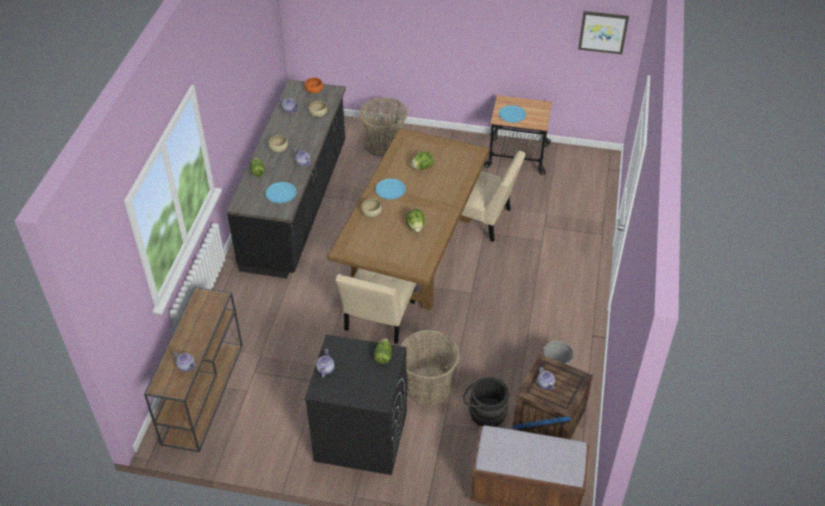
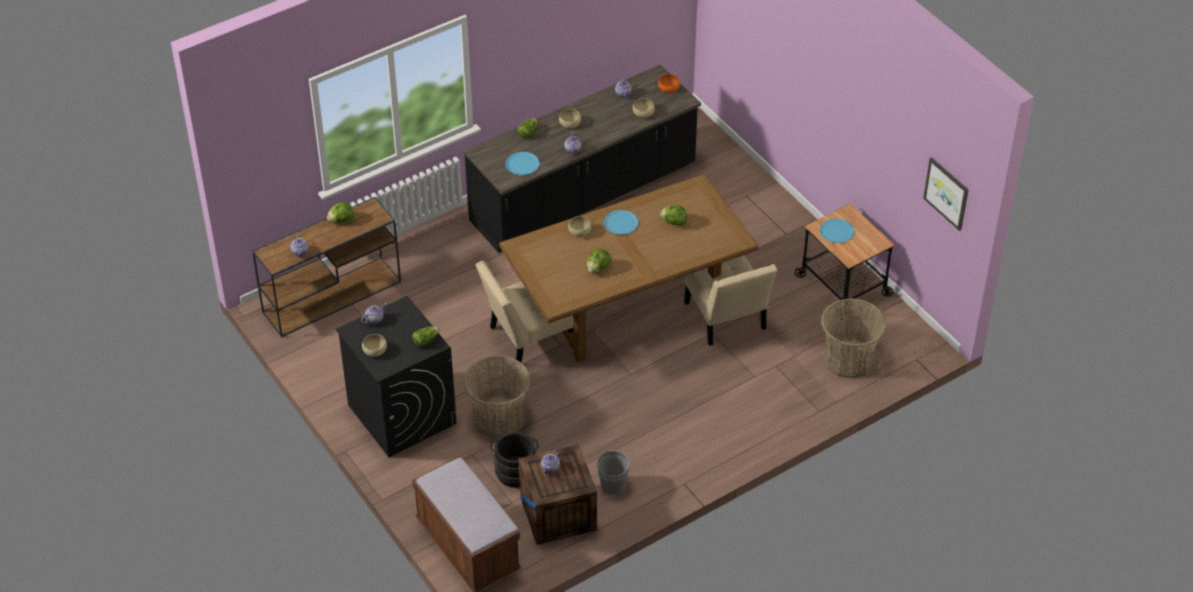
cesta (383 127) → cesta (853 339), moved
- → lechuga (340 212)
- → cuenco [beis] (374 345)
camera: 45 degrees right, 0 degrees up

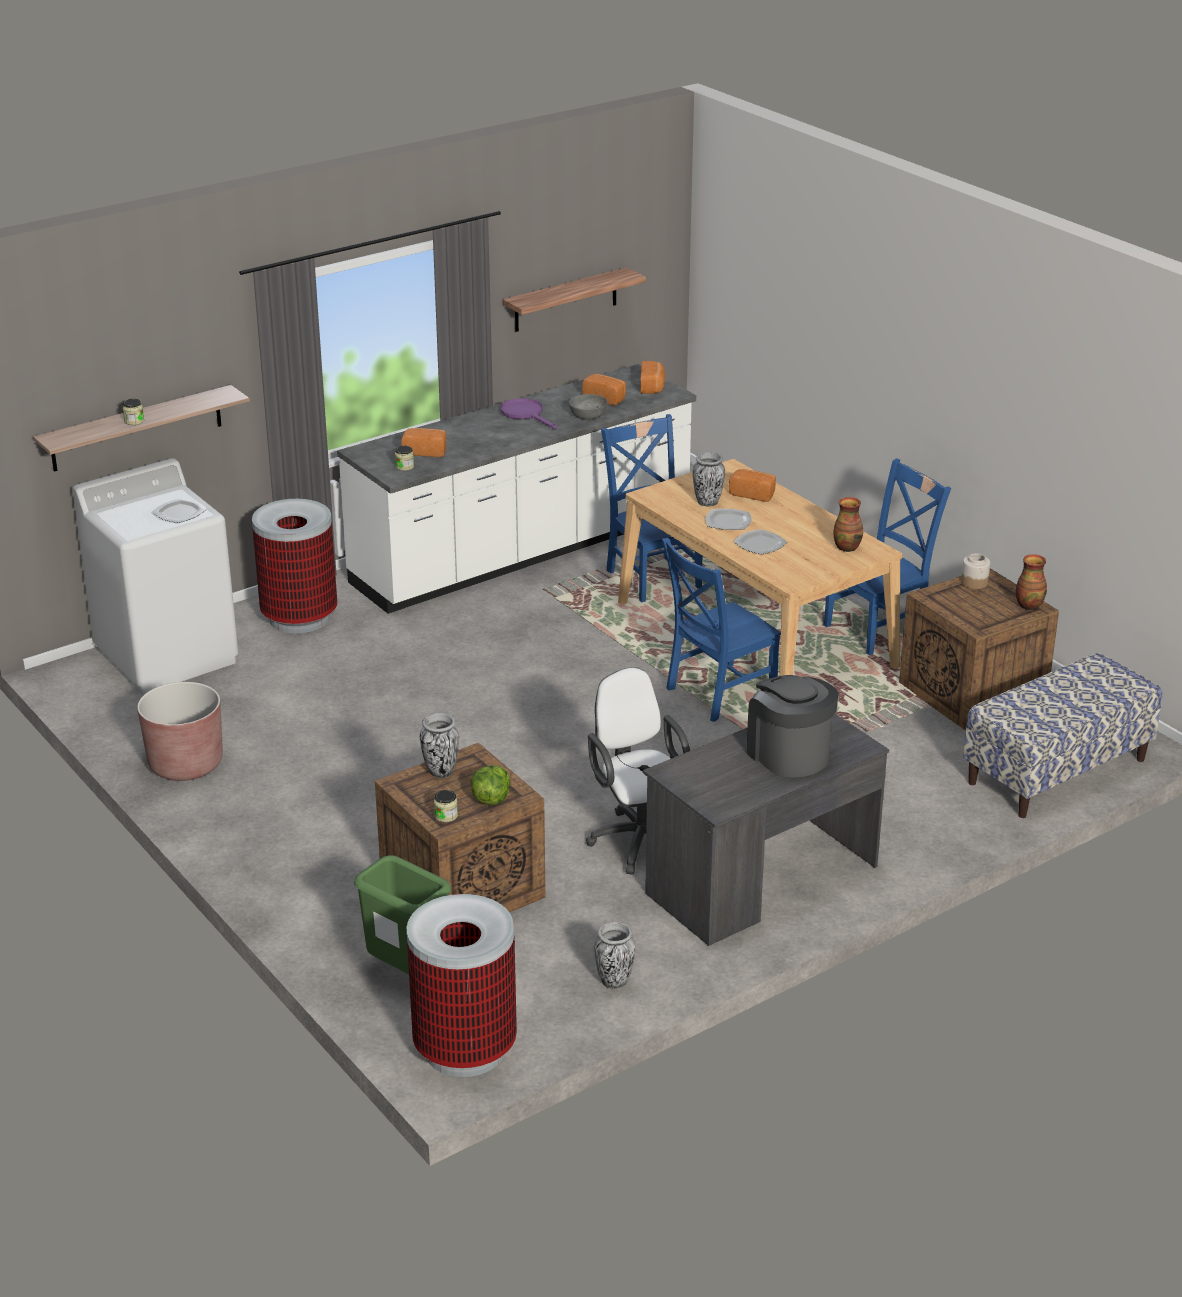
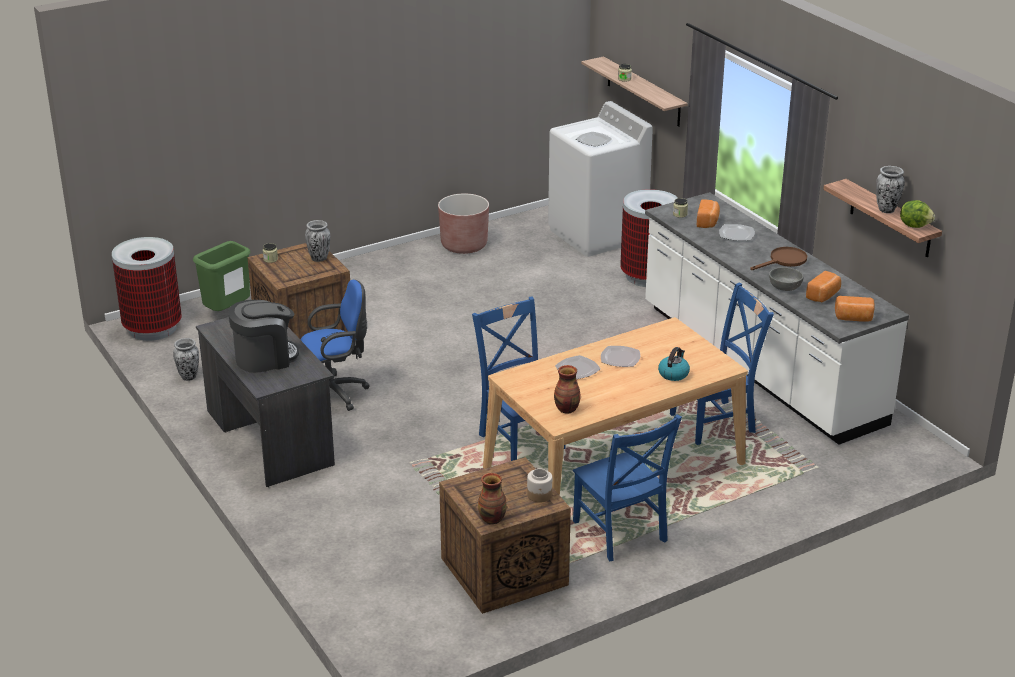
lechuga (491 785) → lechuga (917 214), moved
sartén [morado] (528 413) → sartén [marrón] (778 258)
silla de oficina [blanco] (638 771) → silla de oficina [azul] (335 345)
florero (709 479) → florero (890 189), moved
pan (752 485) → hervidor (674 364)
banco (1062 735) → -
- → plato (737 232)
camera: 95 degrees right, 0 degrees up

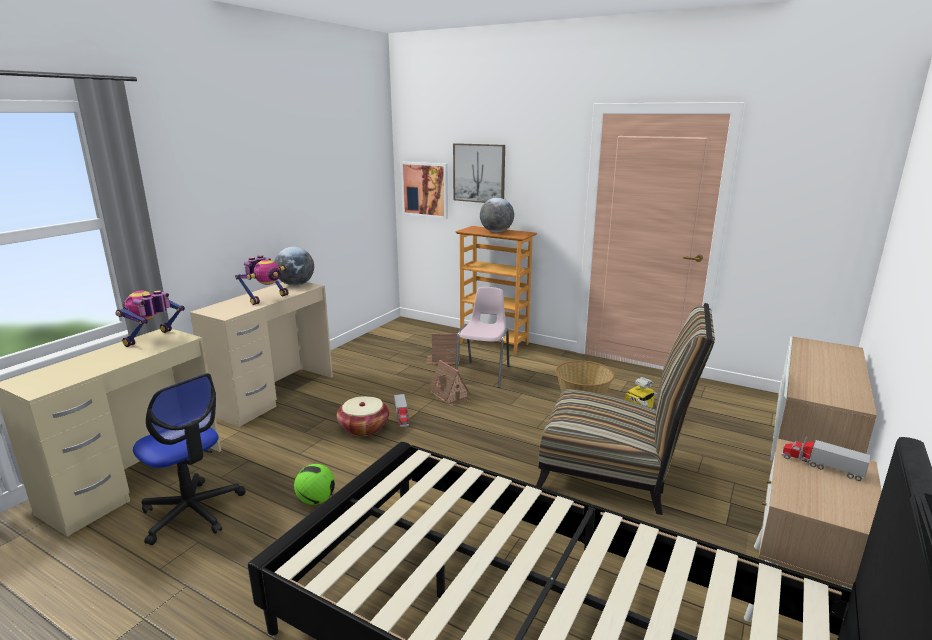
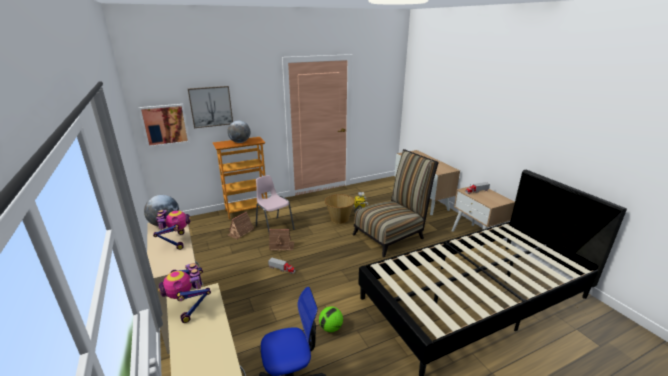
cesta (363 416) → -
camera: 55 degrees left, 5 degrees up

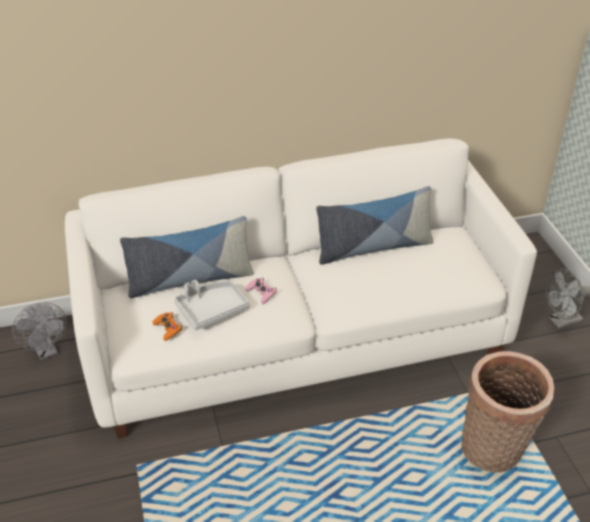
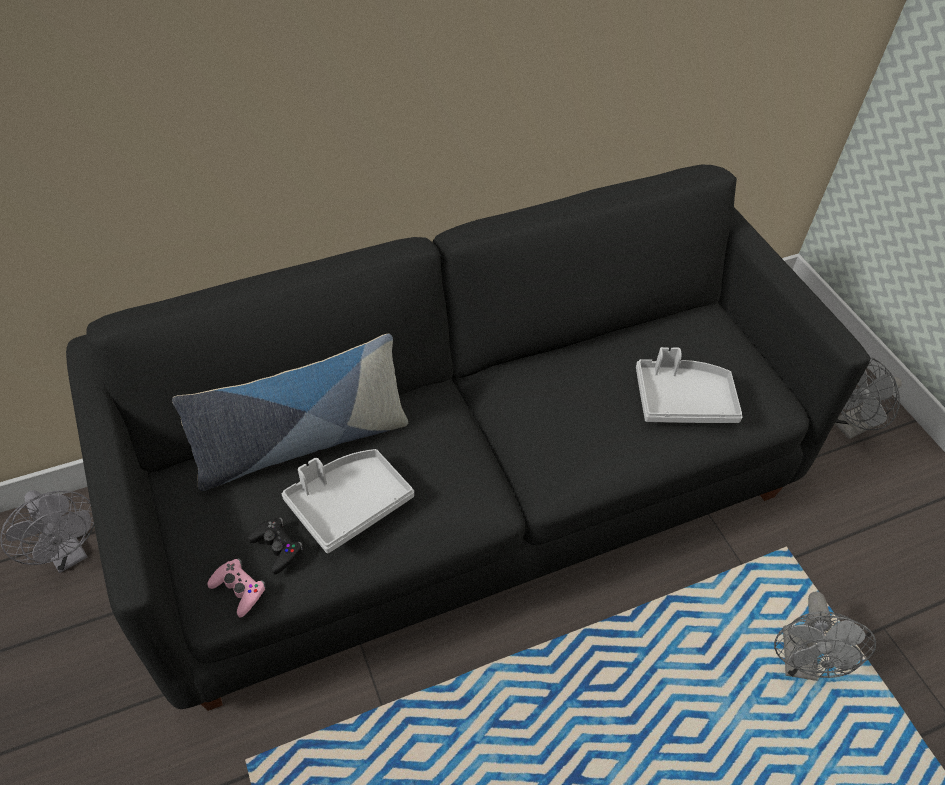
sofá [blanco] (301 288) → sofá [negro] (468 438)
mando de consola [naranja] (167 326) → mando de consola [negro] (275 546)
mando de consola [rosa] (261 291) → mando de consola [rosa] (236 587), moved
cojín (374 225) → -
cesta (508 412) → ventilador [gris] (825 636)
- → bandeja [gris] (689 385)
camera: 10 degrees left, 10 degrees up

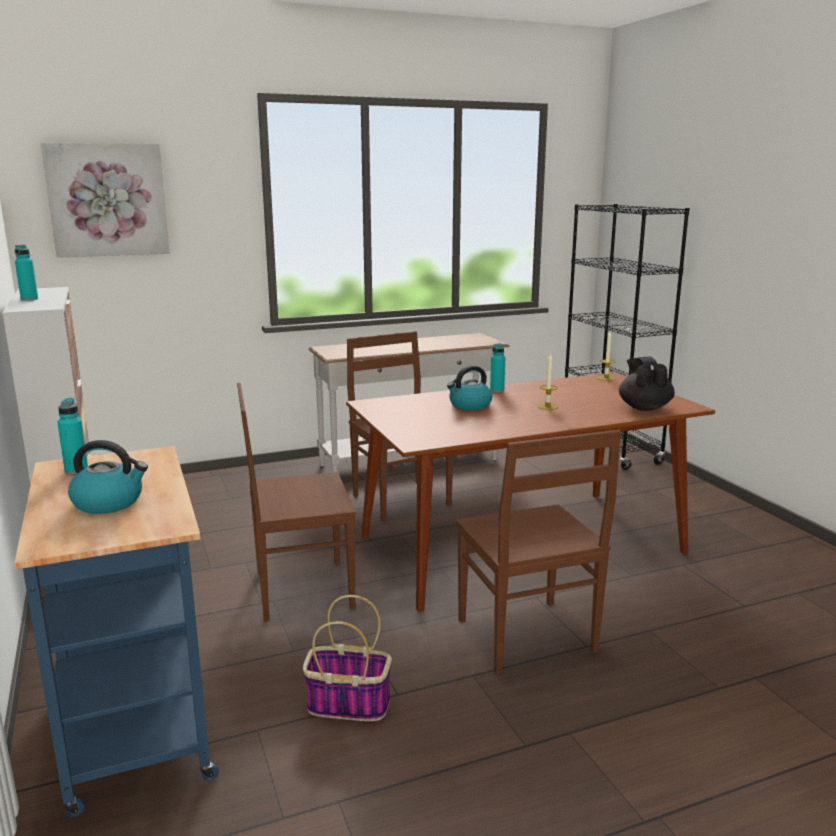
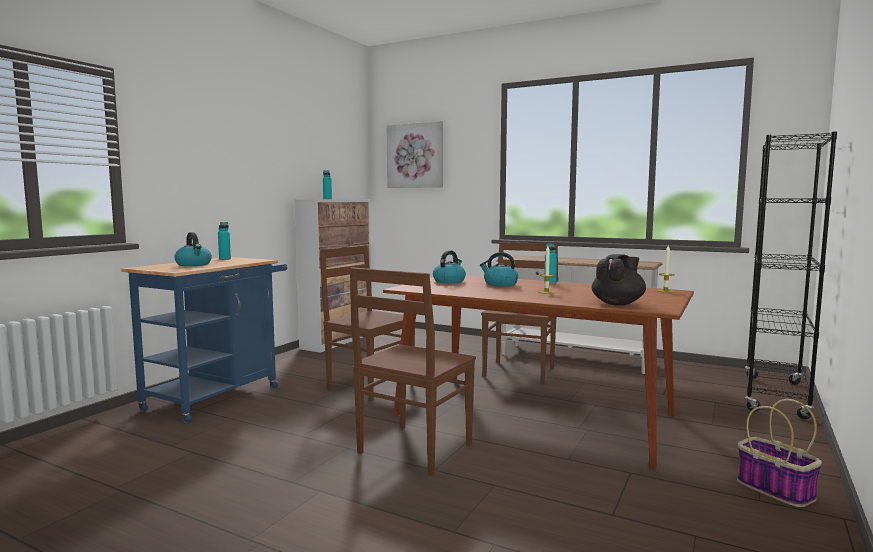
cesta (347 658) → cesta (779 453), moved
- → hervidor (449 267)
camera: 50 degrees right, 10 degrees down

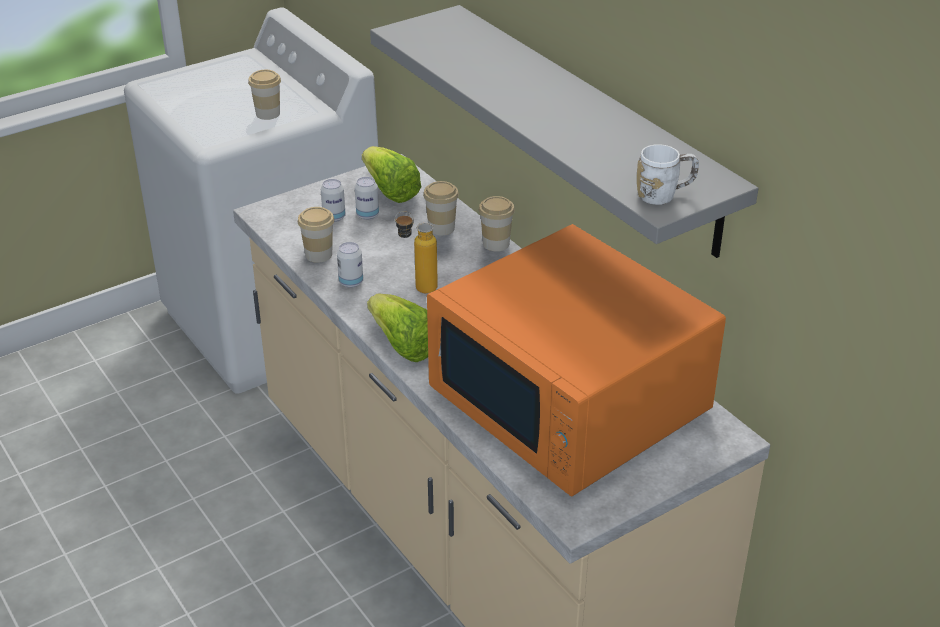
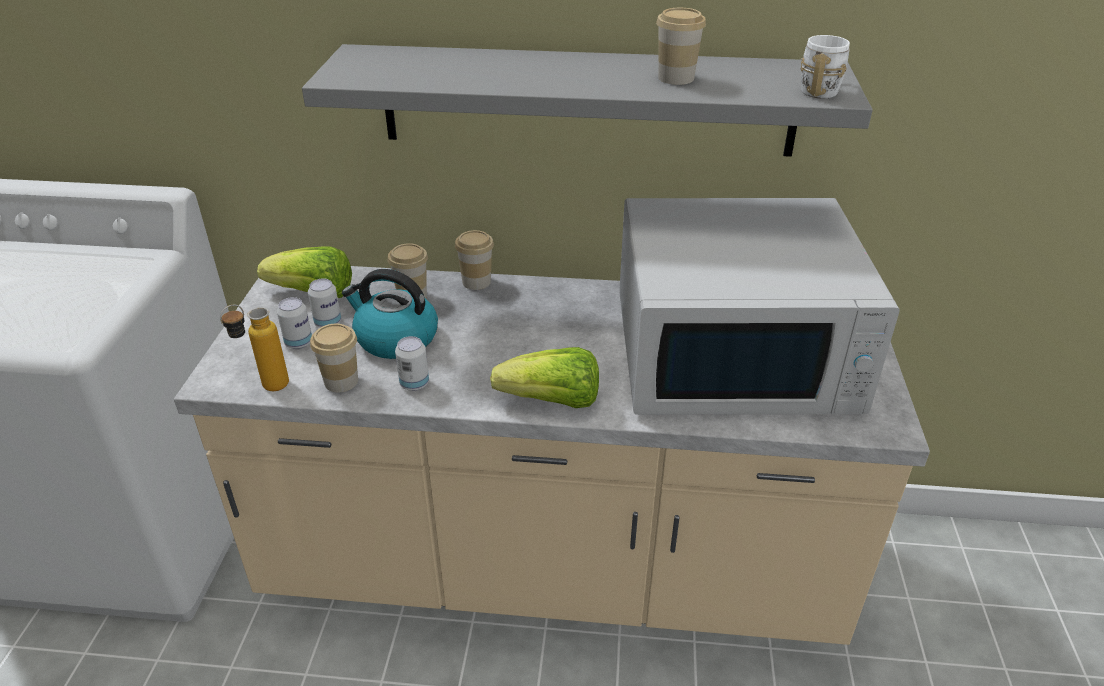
taza (264 95) → taza (681 46), moved
botella (416 252) → botella (254 347), moved
microondas [naranja] (576 360) → microondas [blanco] (759 306)
- → hervidor (390 314)
camera: 50 degrees left, 0 degrees up

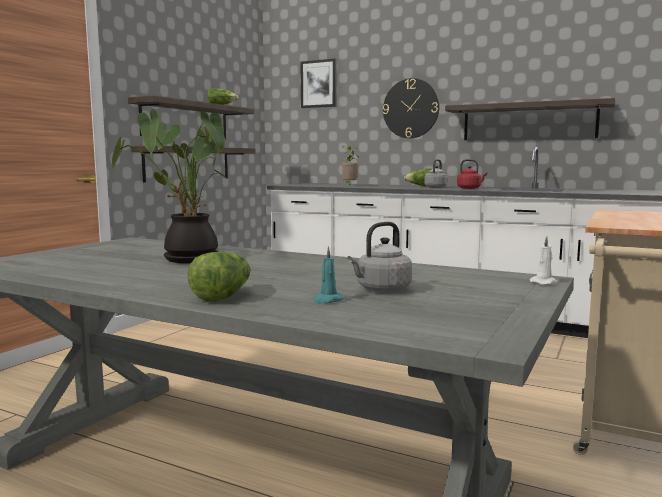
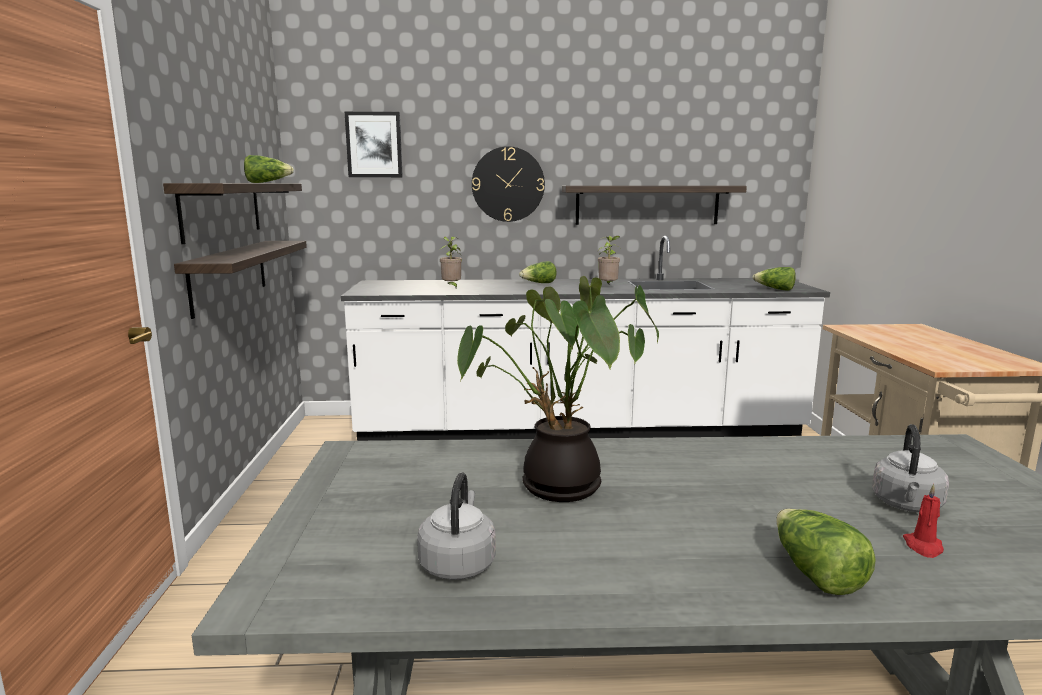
vela [turquesa] (328 275) → vela [rojo] (923 521)
hervidor [gris] (436 173) → hervidor [gris] (456 526), moved
hervidor [rojo] (472 174) → planta en maceta (609 260)
vela [blanco] (544 260) → -
- → lechuga (774 279)
camera: 30 degrees left, 5 degrees up

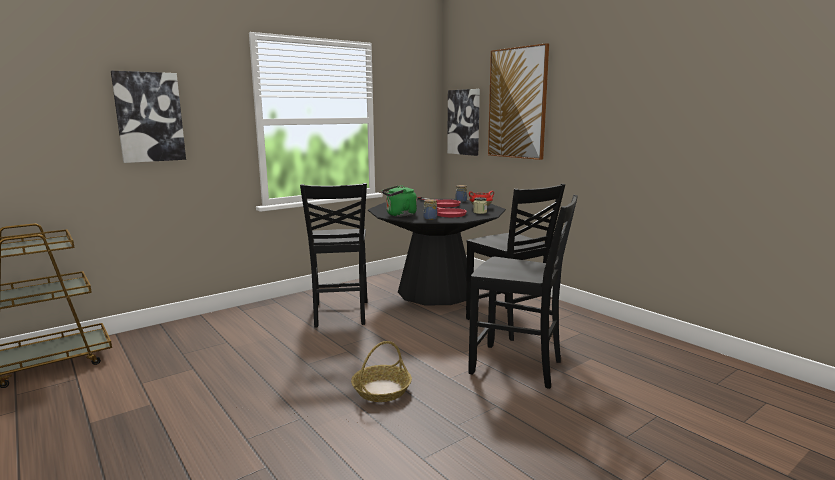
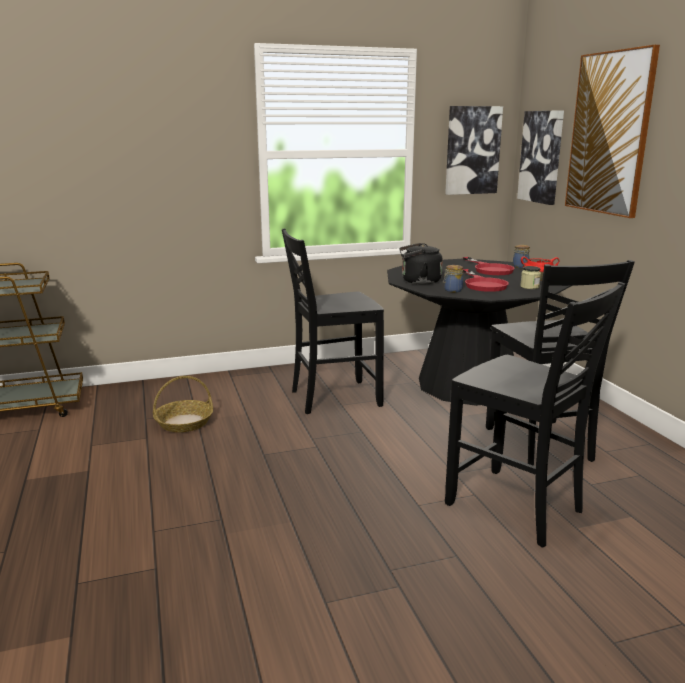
cuadro (148 117) → cuadro (474 150), moved
silla [negro] (333 255) → silla [negro] (333 321), 60 degrees clockwise
cesta (381 371) → cesta (183 404), moved
hervidor [verde] (399 201) → hervidor [negro] (421 264)
camera: 20 degrees right, 5 degrees up

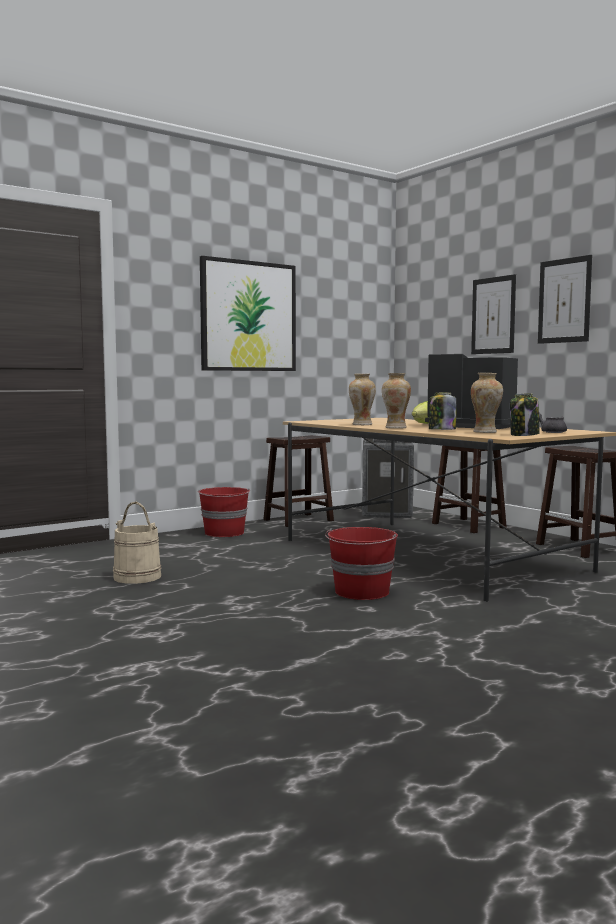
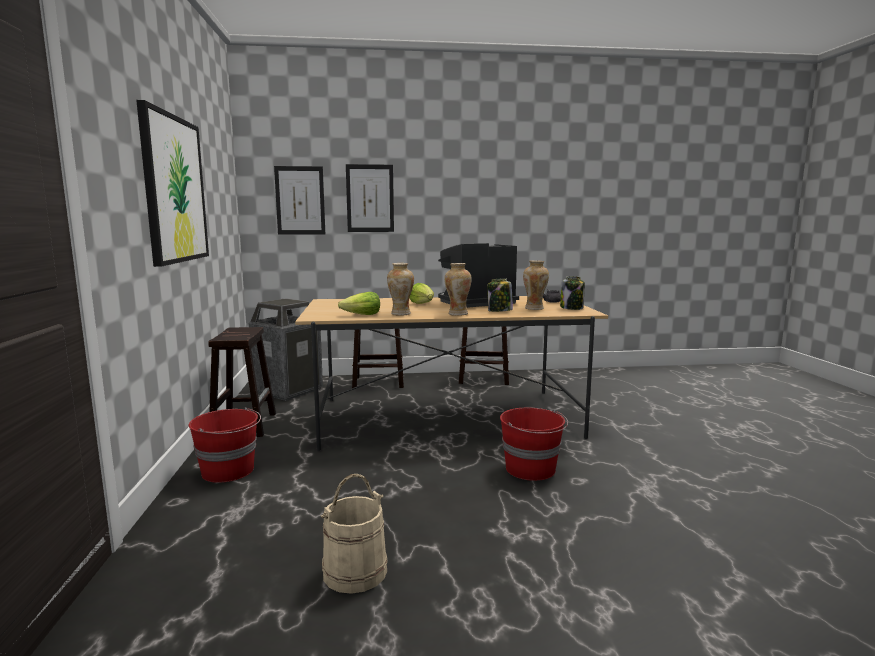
cuadro (565 299) → cuadro (299 200), moved
- → lechuga (359 303)
camera: 60 degrees left, 5 degrees up

